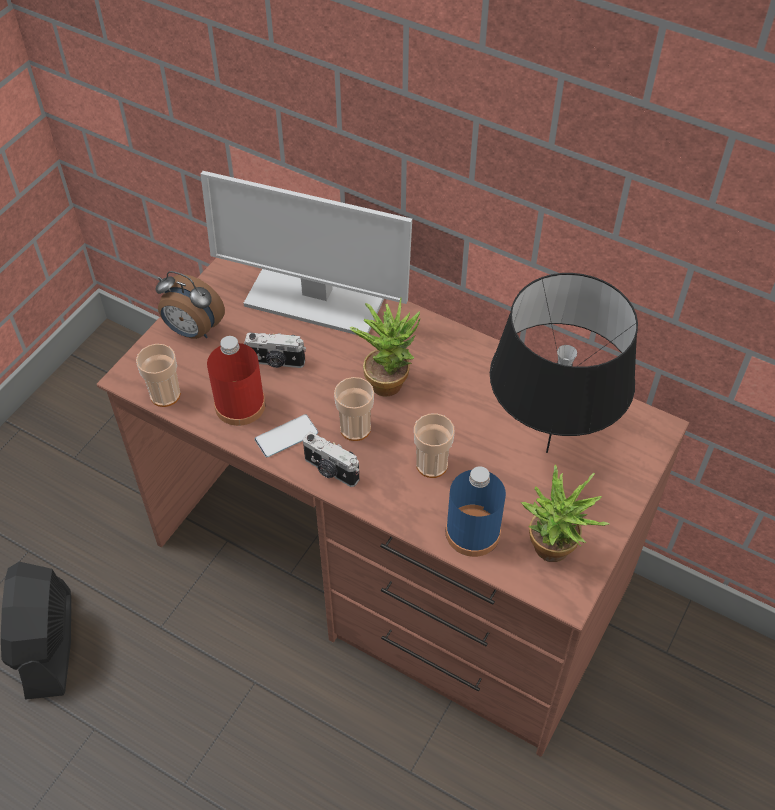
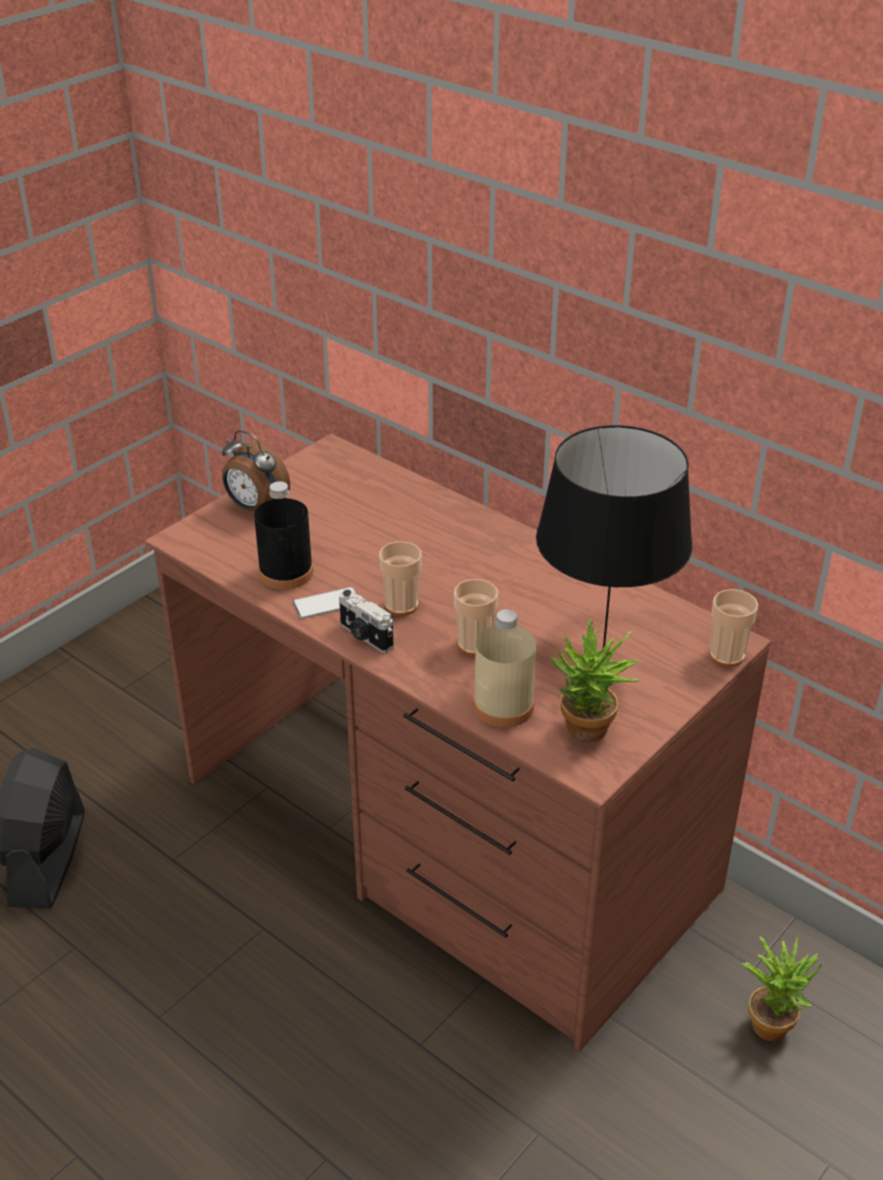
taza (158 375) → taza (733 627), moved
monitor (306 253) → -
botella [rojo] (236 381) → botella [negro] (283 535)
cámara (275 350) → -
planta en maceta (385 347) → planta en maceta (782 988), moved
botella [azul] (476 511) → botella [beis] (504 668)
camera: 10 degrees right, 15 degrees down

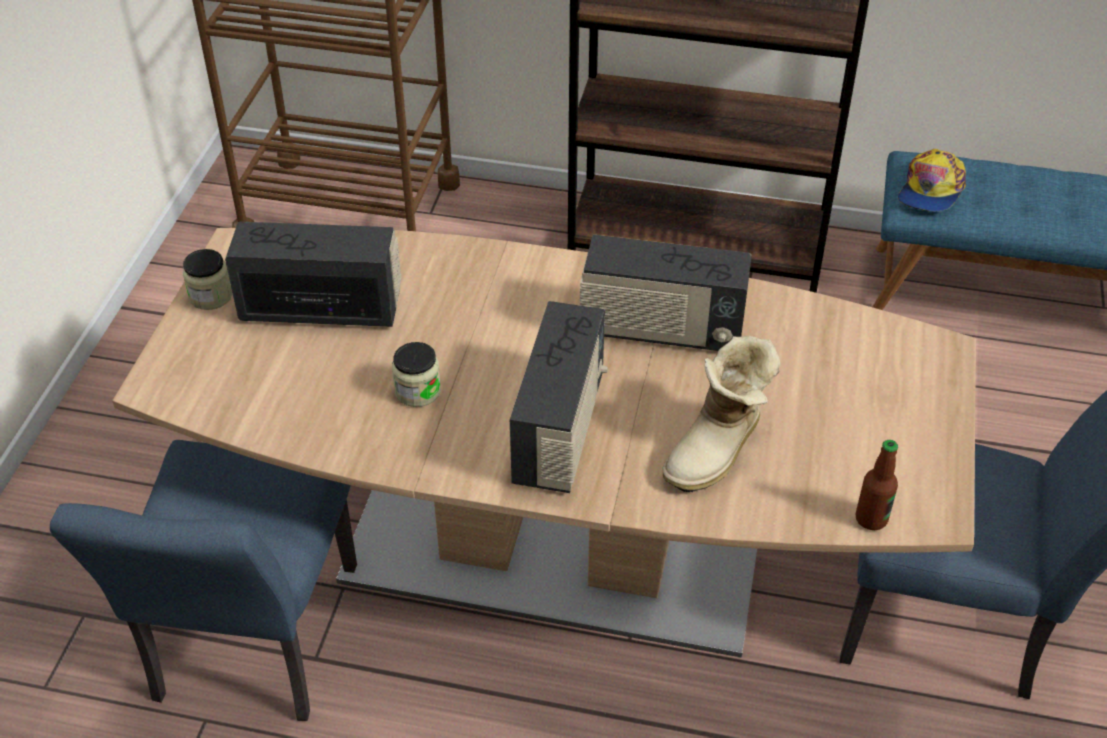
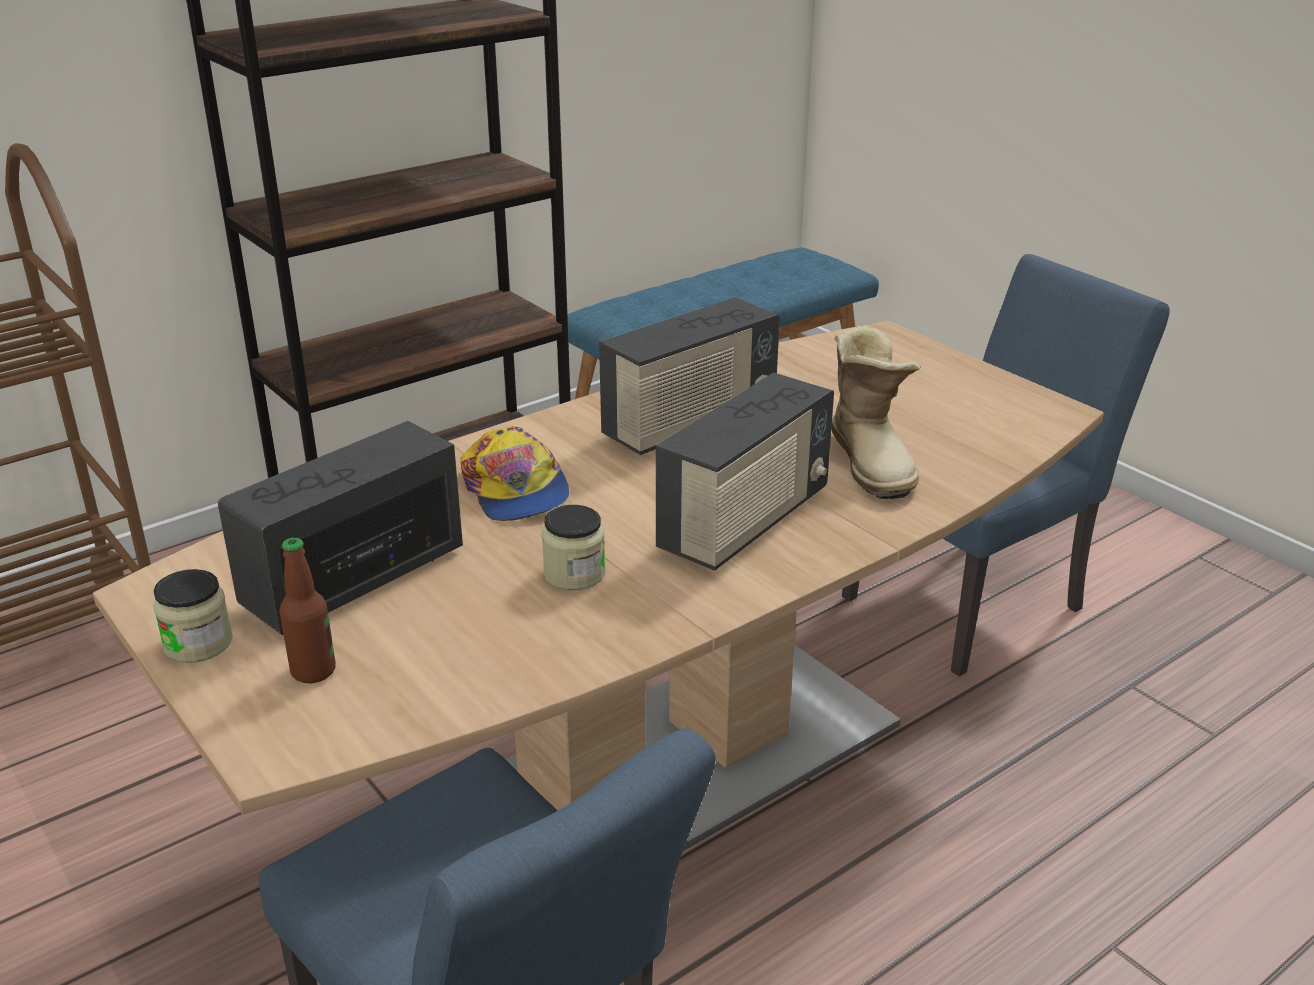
radio (559 397) → radio (745 472), 75 degrees clockwise
botella (877 485) → botella (307 610), moved
gorra (932 180) → gorra (515 473), moved
camera: 50 degrees left, 15 degrees down

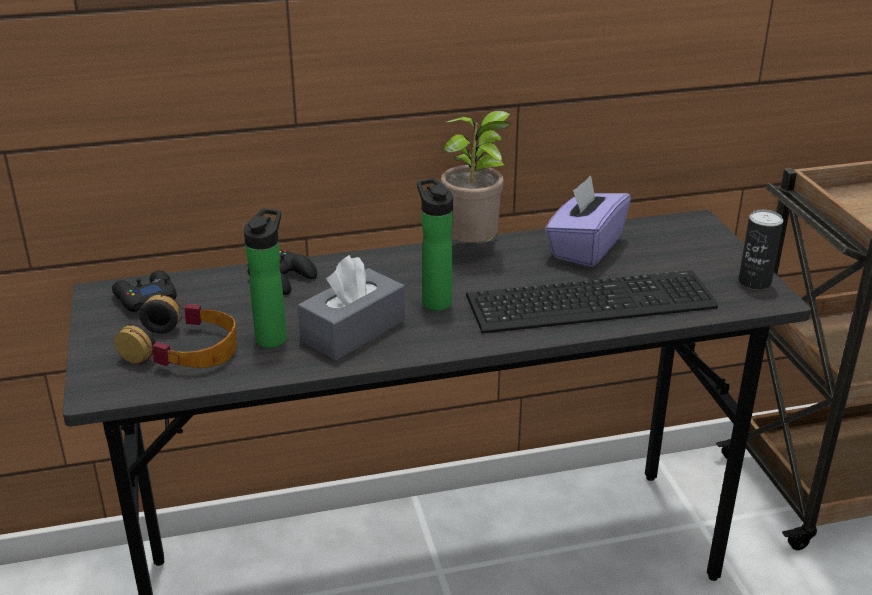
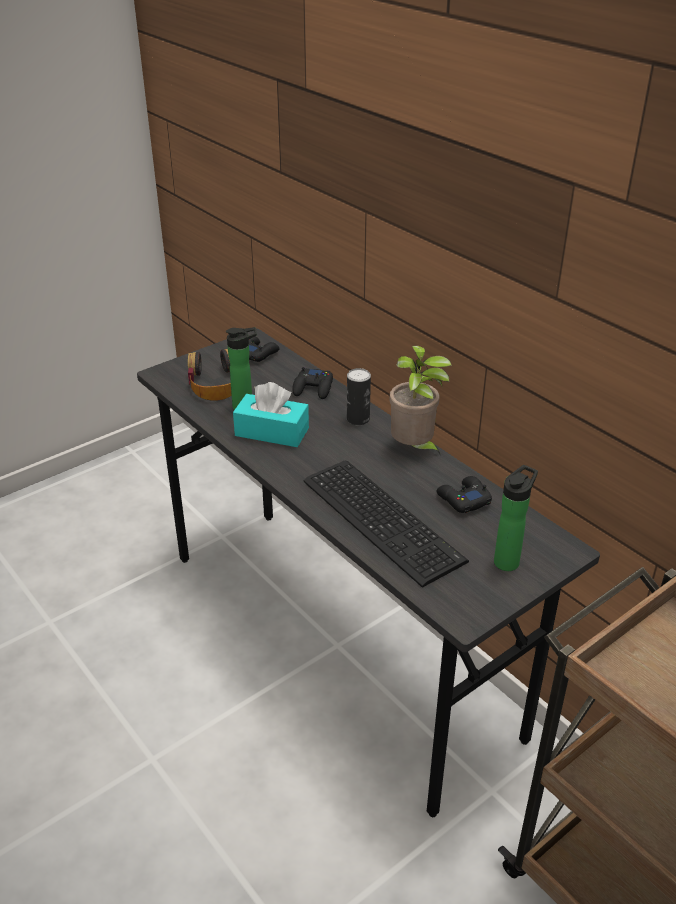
caja de pañuelos [gris] (351 307) → caja de pañuelos [turquesa] (271 414)
botella (435 244) → botella (516 518), moved
caja de pañuelos [morado] (588 221) → mando de consola [negro] (464 494)
lata (760 250) → lata (359 396), moved
camera: 65 degrees right, 5 degrees up

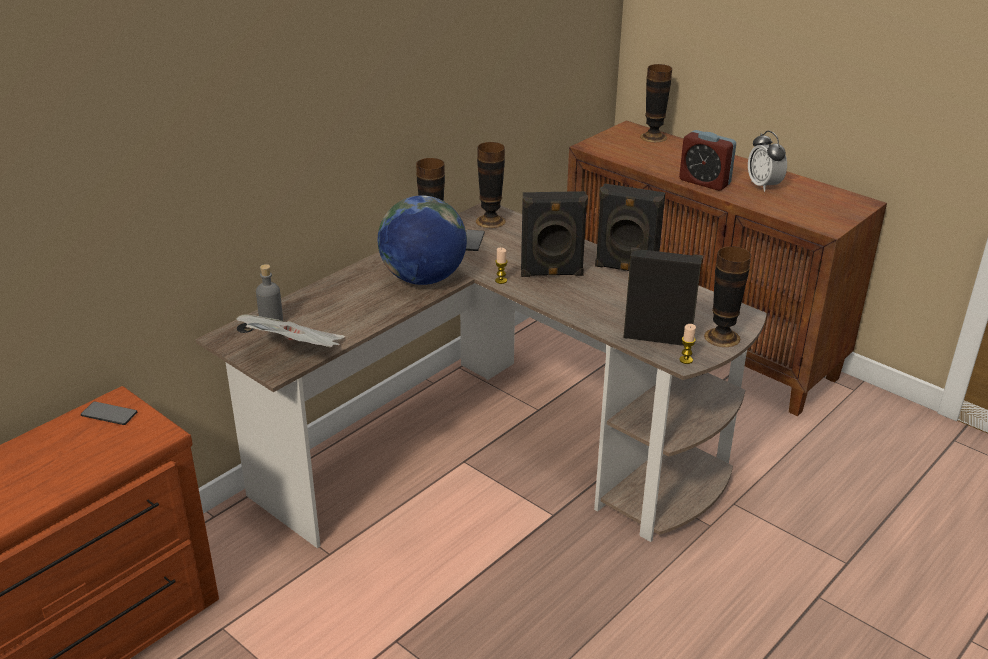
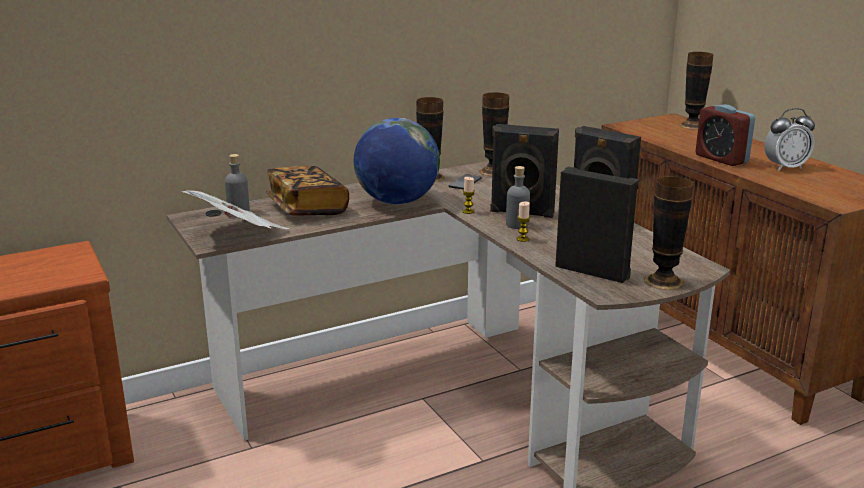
móvil (109 413) → -
vela (687 344) → vela (523 221), moved
despertador (767 161) → despertador (789 139), 105 degrees counterclockwise
- → libro (307 191)
- → botella [gris] (518 197)
camera: 20 degrees right, 10 degrees down

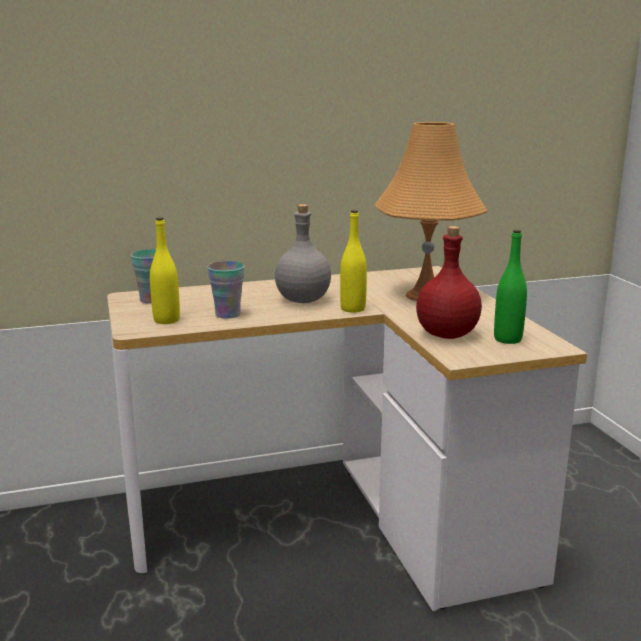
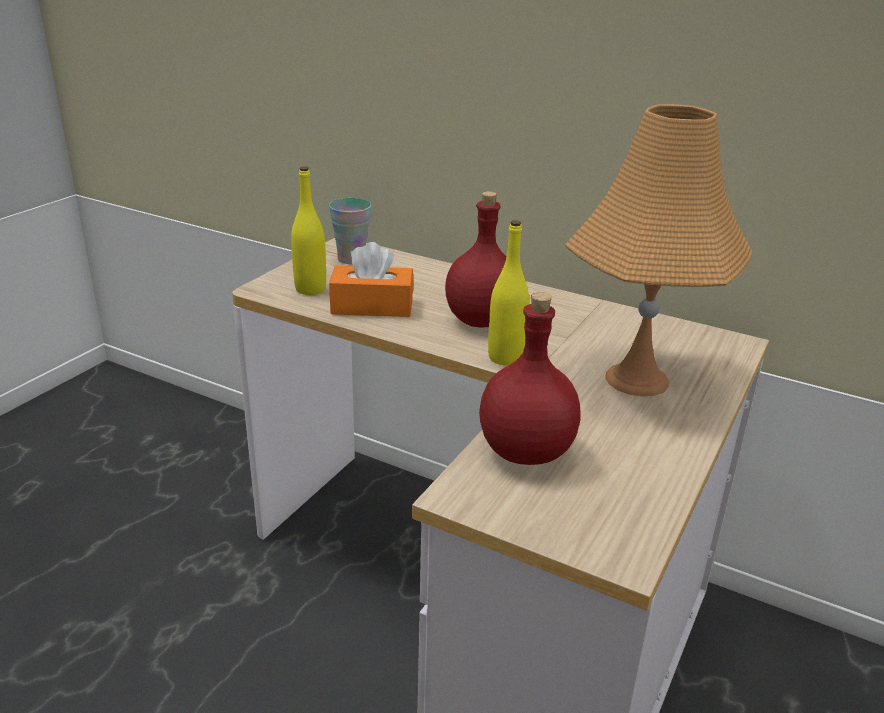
taza (225 290) → caja de pañuelos [naranja] (371 279)
botella [gris] (303 253) → botella [rojo] (475 259)
botella [verde] (510 287) → -
camera: 45 degrees right, 10 degrees up

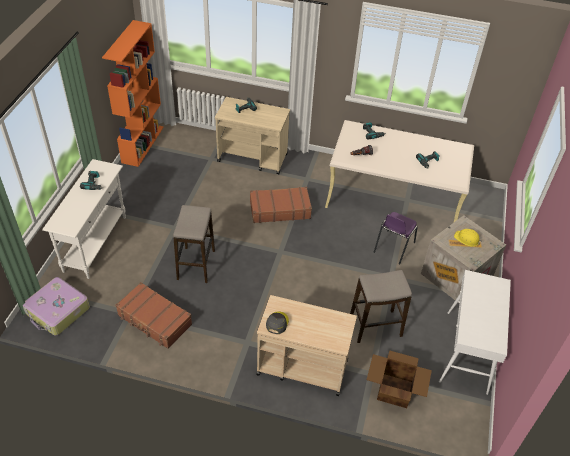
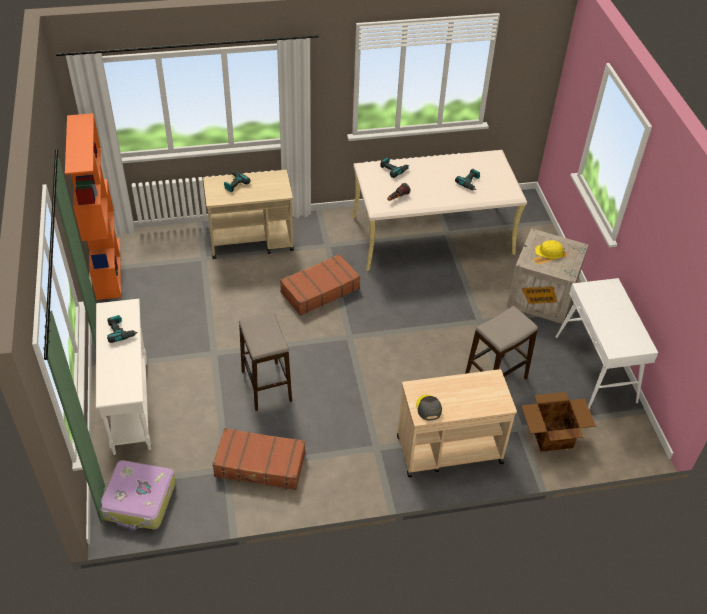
silla [morado] (396 238) → -
camera: 25 degrees left, 0 degrees up

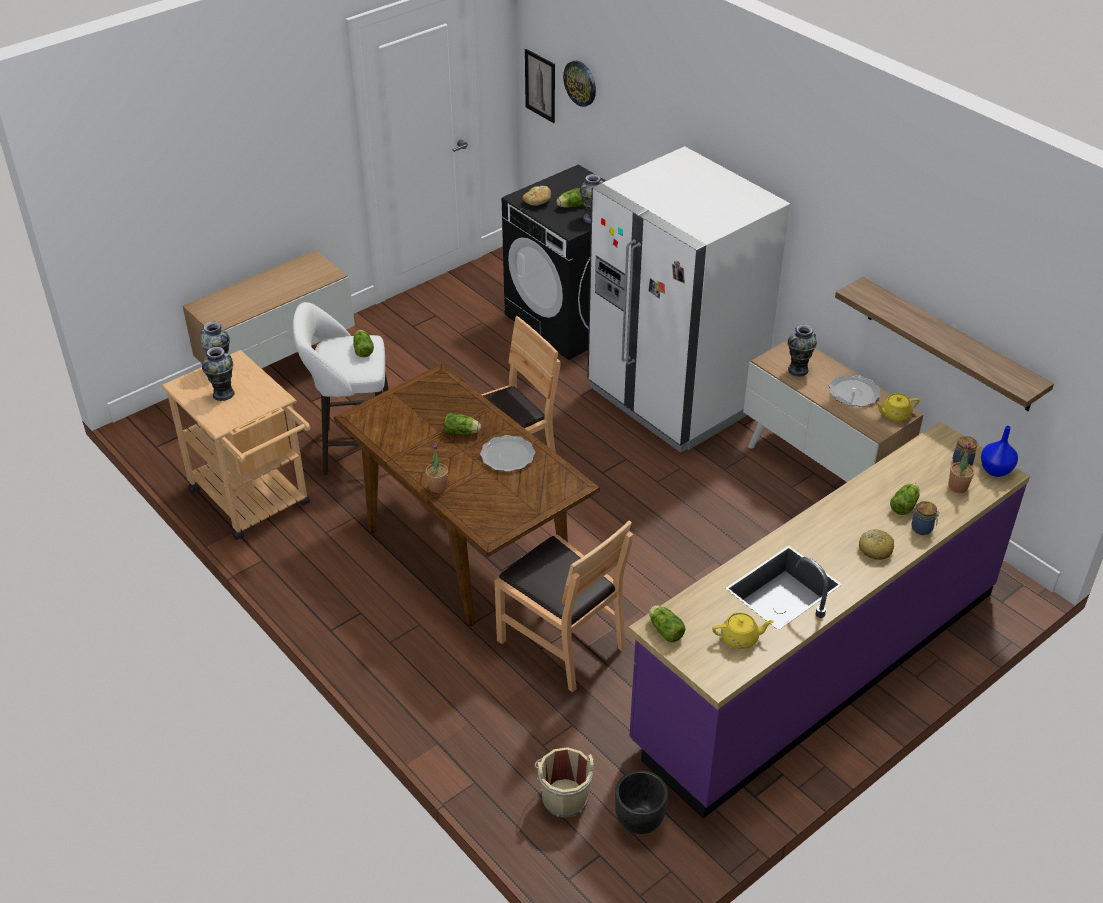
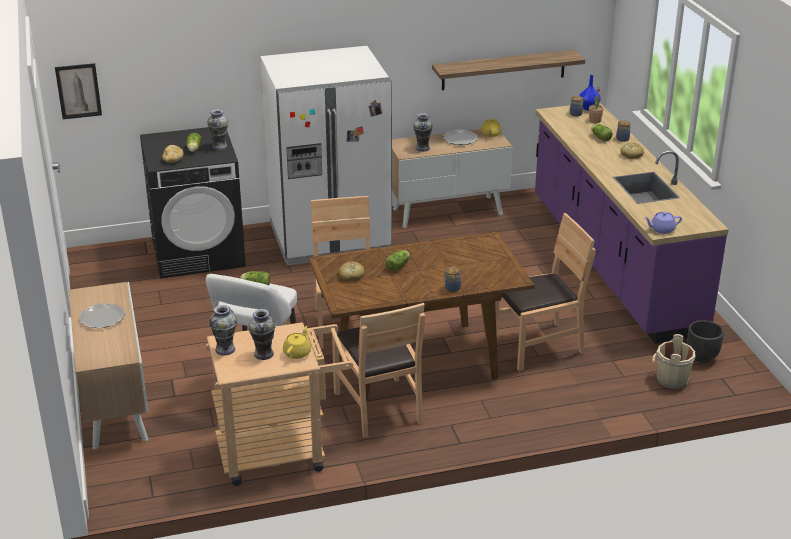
planta en maceta (436 468) → tarro (452 279)
plato (507 453) → plato (102 315), moved
reloj de pared (579 84) → -
lechuga (667 624) → tetera [morado] (663 223)
tetera [amarillo] (743 631) → tetera [amarillo] (297 342), moved
- → silla [marrón] (378 370)
- → pan (351 271)
camera: 65 degrees left, 10 degrees down

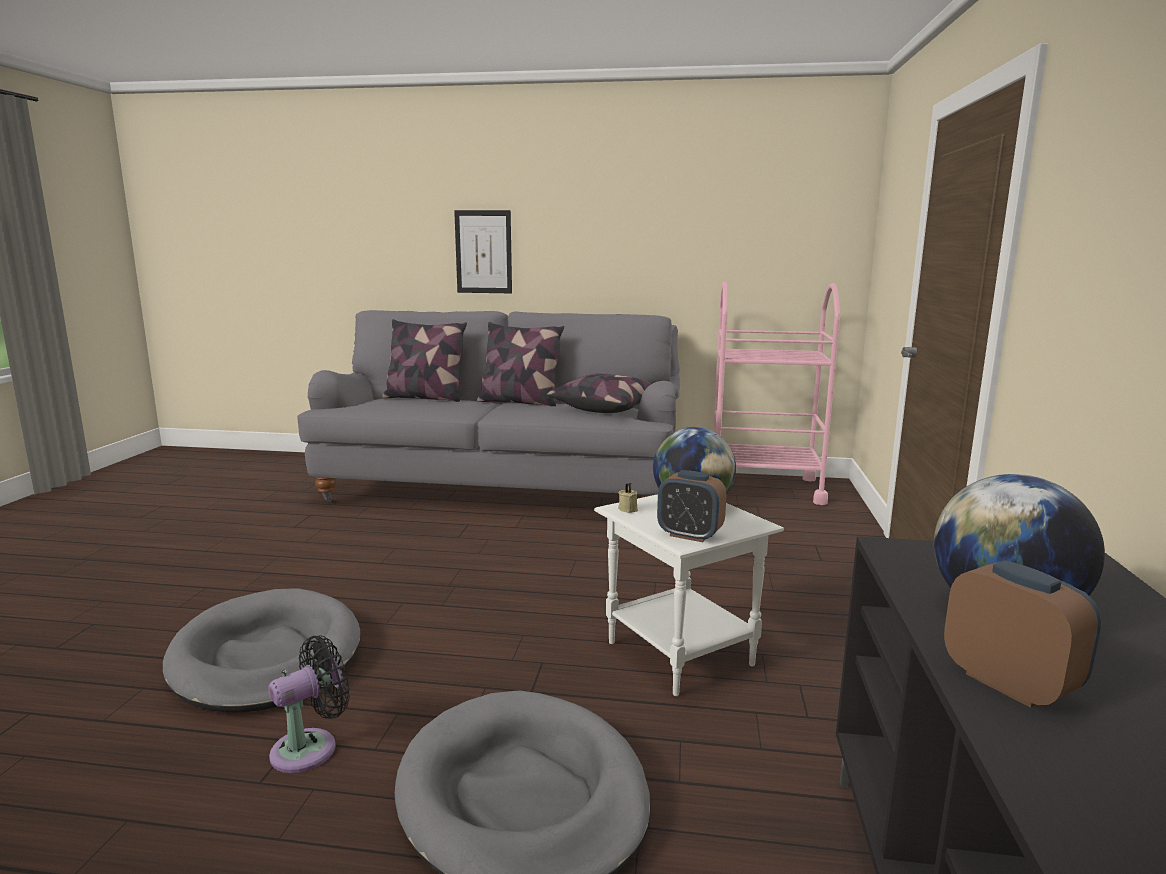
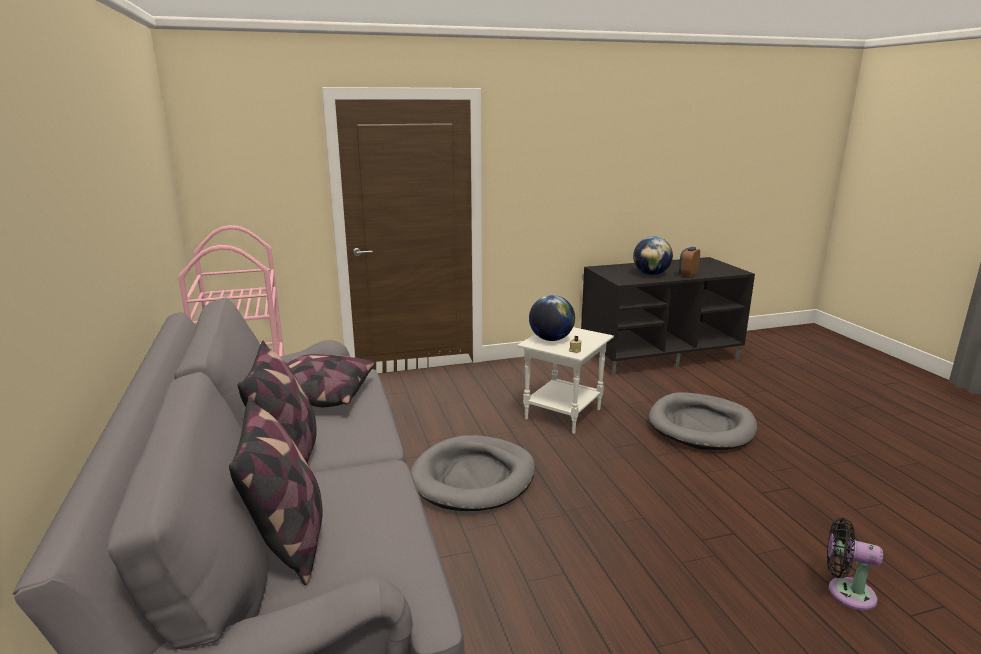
cama para perro [gris] (262 650) → cama para perro [gris] (472 473), moved
ventilador [negro] (309 704) → ventilador [negro] (855 564), moved
cuadro (483 251) → -
despertador (691 506) → -
camera: 115 degrees left, 5 degrees up

